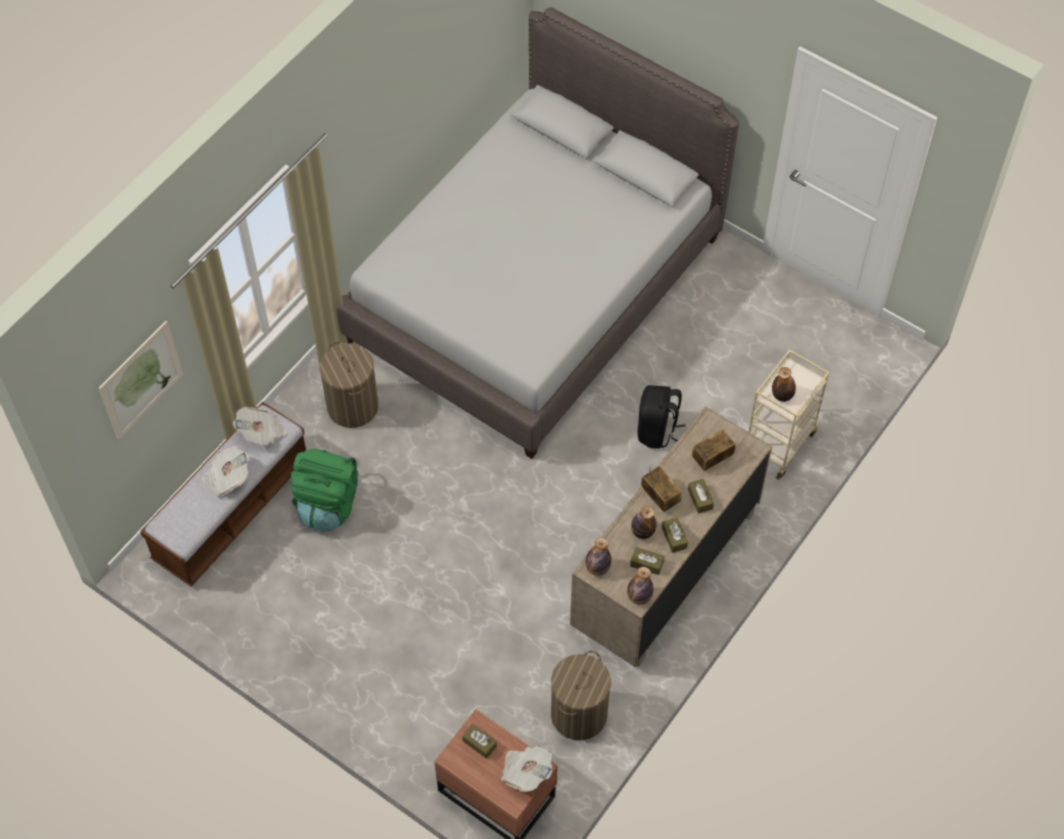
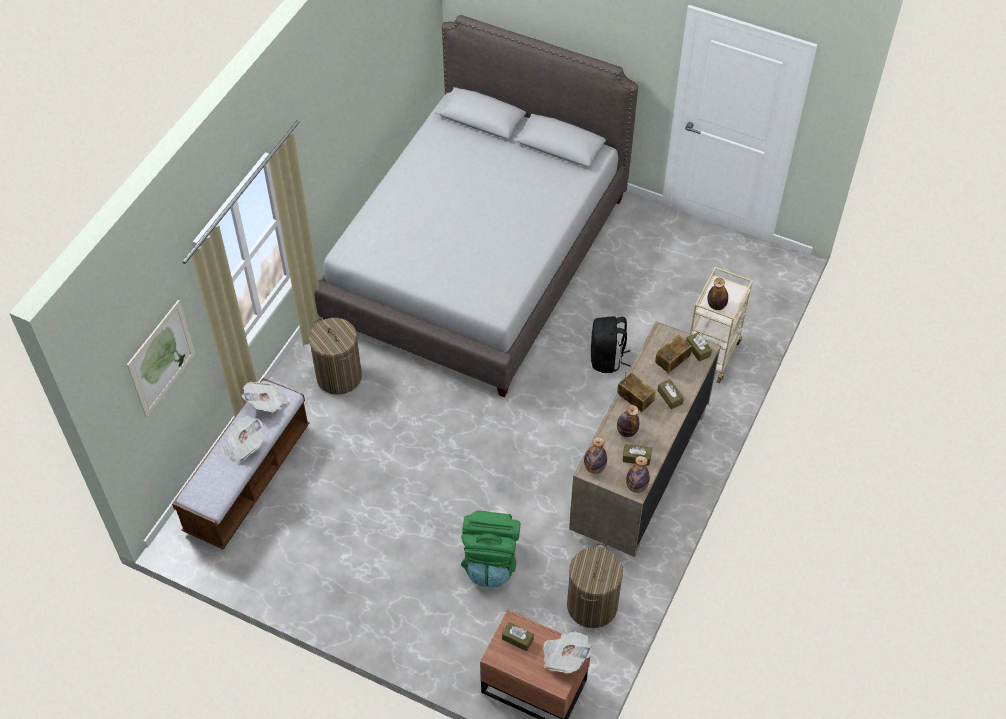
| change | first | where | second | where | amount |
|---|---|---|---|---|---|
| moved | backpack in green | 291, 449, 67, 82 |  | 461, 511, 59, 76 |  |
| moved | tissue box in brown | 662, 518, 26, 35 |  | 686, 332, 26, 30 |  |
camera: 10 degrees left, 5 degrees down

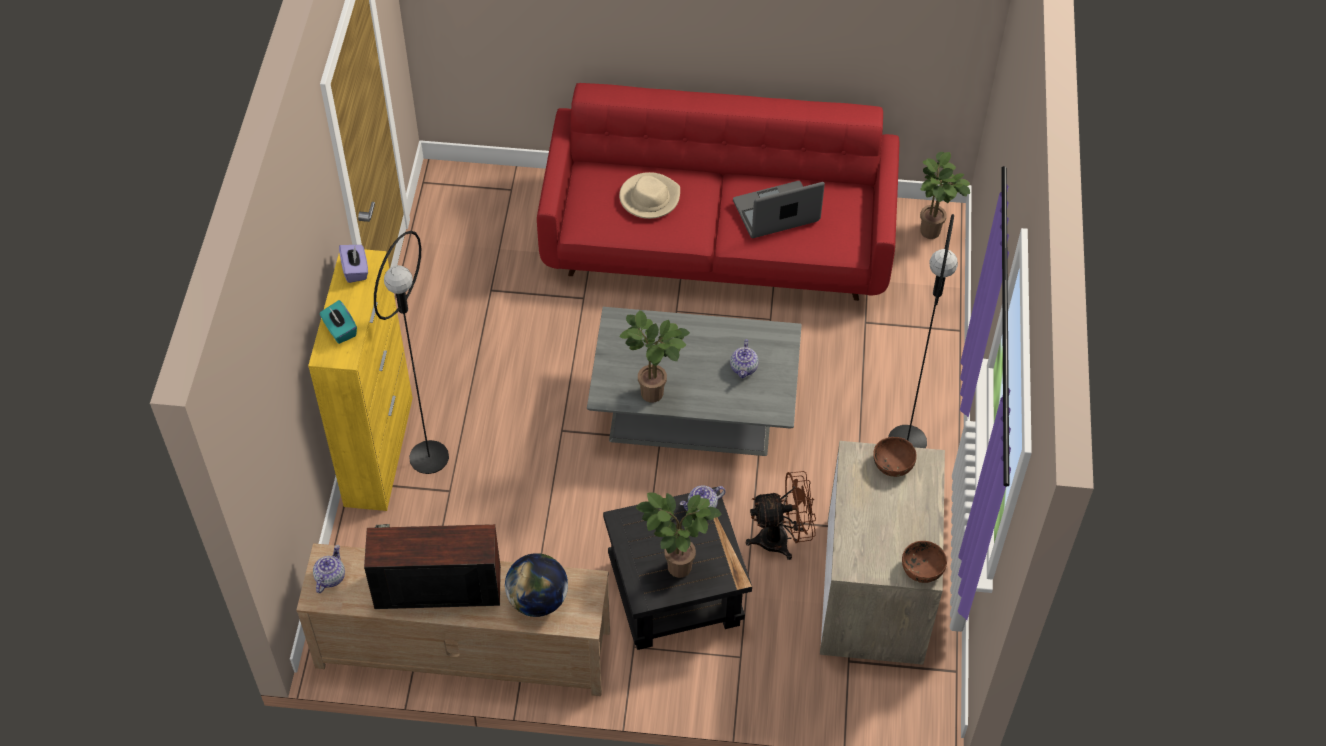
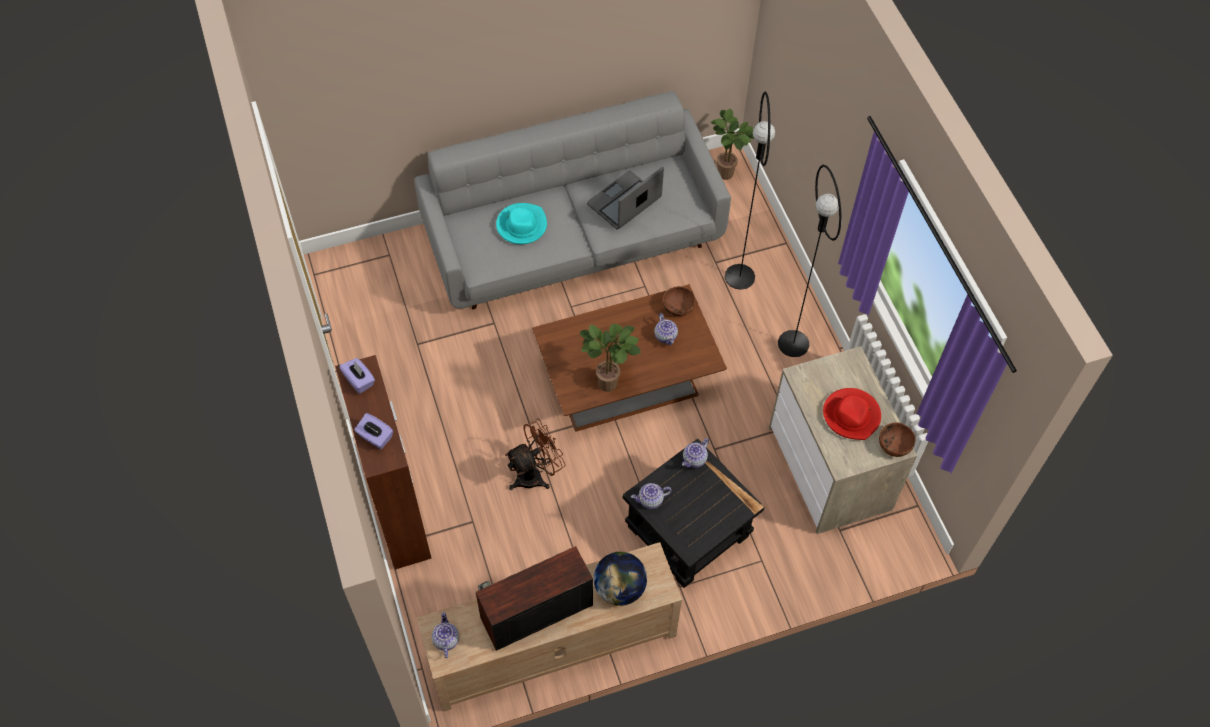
| change | first | where | second | where | amount |
|---|---|---|---|---|---|
| recoloured | cabinet in yellow | 308, 249, 105, 262 | cabinet in brown | 335, 355, 97, 215 |  |
| recoloured | tissue box in turquoise | 320, 300, 37, 44 | tissue box in purple | 354, 413, 39, 36 |  |
| recoloured | sofa in red | 537, 83, 362, 218 | sofa in grey | 414, 91, 317, 218 |  |
| recoloured | hat in beige | 619, 172, 61, 47 | hat in turquoise | 496, 203, 51, 41 |  |
| moved | fan in brown | 745, 471, 71, 89 |  | 505, 419, 61, 71 |  |
| recoloured | coffee table in grey | 587, 307, 215, 149 | coffee table in brown | 532, 284, 195, 147 |  |
| added |  |  | teapot | 631, 483, 41, 26 |  |
| moved | bowl in brown | 873, 437, 44, 40 |  | 663, 286, 32, 31 |  |
| moved | floor lamp in black | 374, 230, 75, 244 |  | 725, 92, 50, 198 |  |
| added |  |  | hat in red | 823, 388, 58, 52 |  |
| removed | potted plant | 636, 492, 86, 86 |  |  |  |
camera: 25 degrees left, 5 degrees up

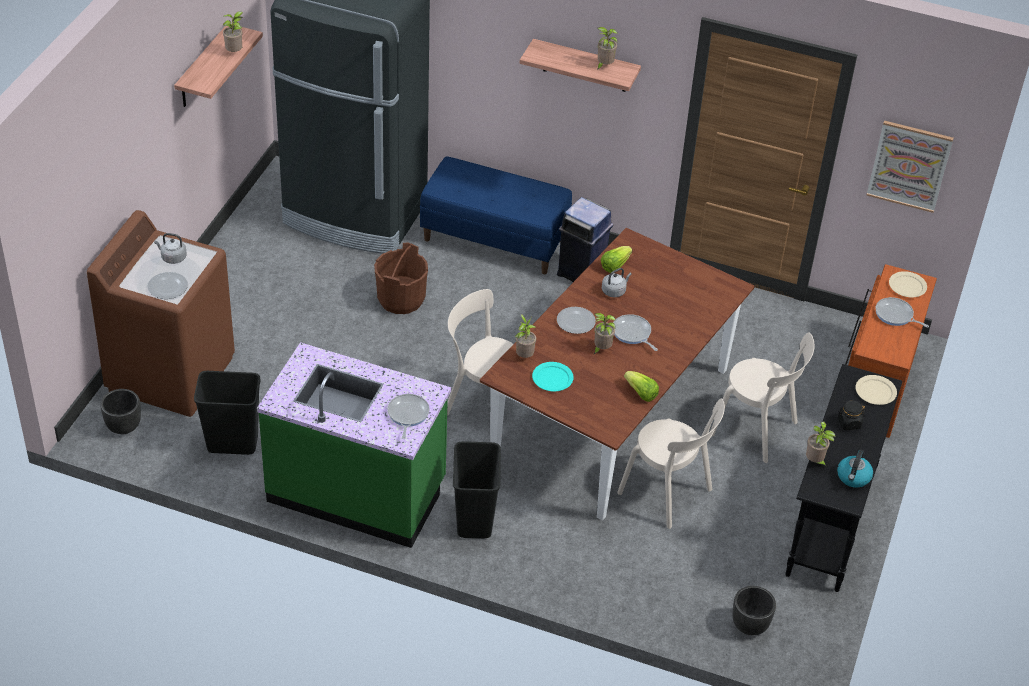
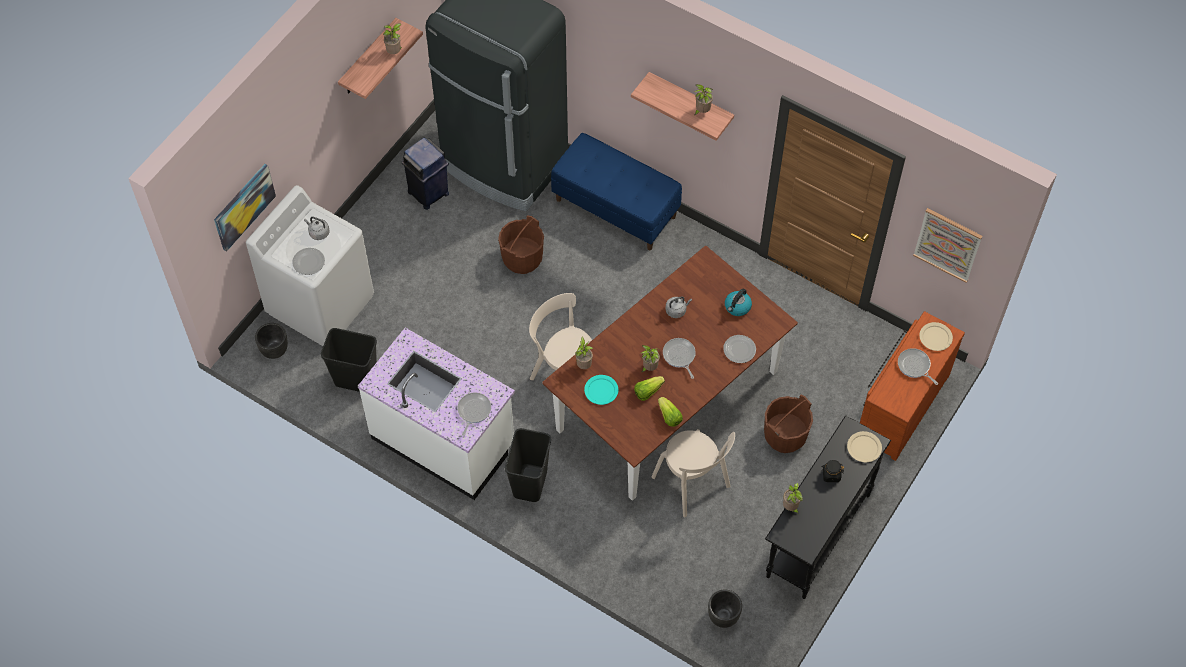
| change | first | where | second | where | amount |
|---|---|---|---|---|---|
| added |  |  | picture | 214, 164, 62, 87 |  |
| recoloured | washing machine in brown | 87, 210, 148, 207 | washing machine in white | 246, 185, 128, 161 |  |
| recoloured | counter in green | 257, 342, 194, 206 | counter in white | 358, 328, 157, 172 |  |
| moved | trash can in blue | 557, 197, 56, 85 |  | 402, 138, 47, 72 |  |
| moved | lettuce | 601, 246, 31, 27 |  | 634, 376, 31, 25 |  |
| moved | plate | 557, 307, 39, 27 |  | 723, 335, 33, 28 |  |
| moved | kettle | 837, 449, 36, 39 |  | 725, 289, 27, 27 |  |
| replaced | chair in beige | 710, 332, 105, 131 | bucket in brown | 764, 395, 49, 58 |  |
camera: 15 degrees right, 15 degrees up

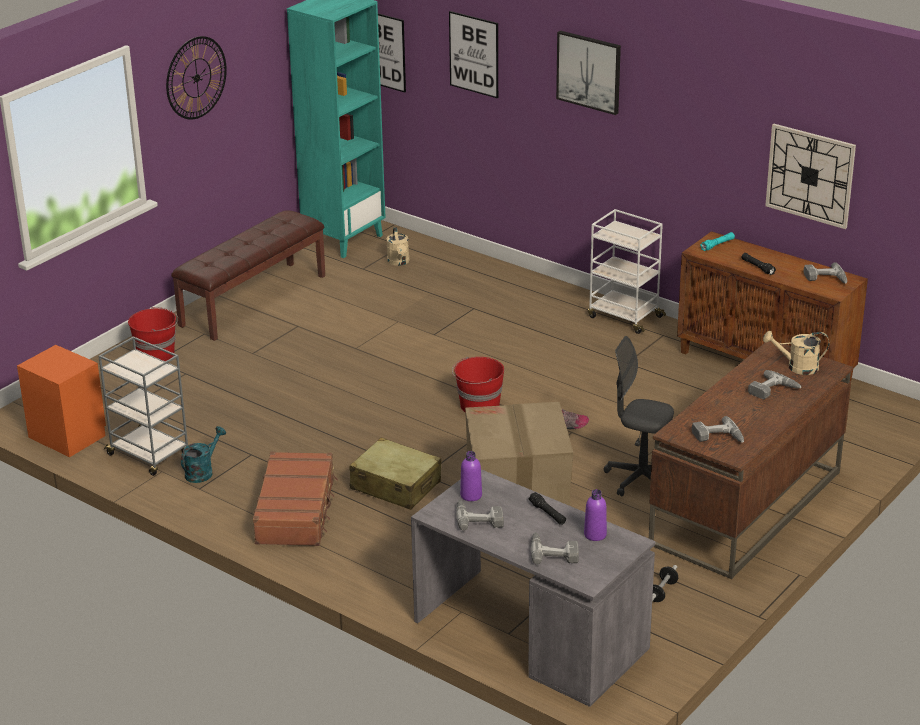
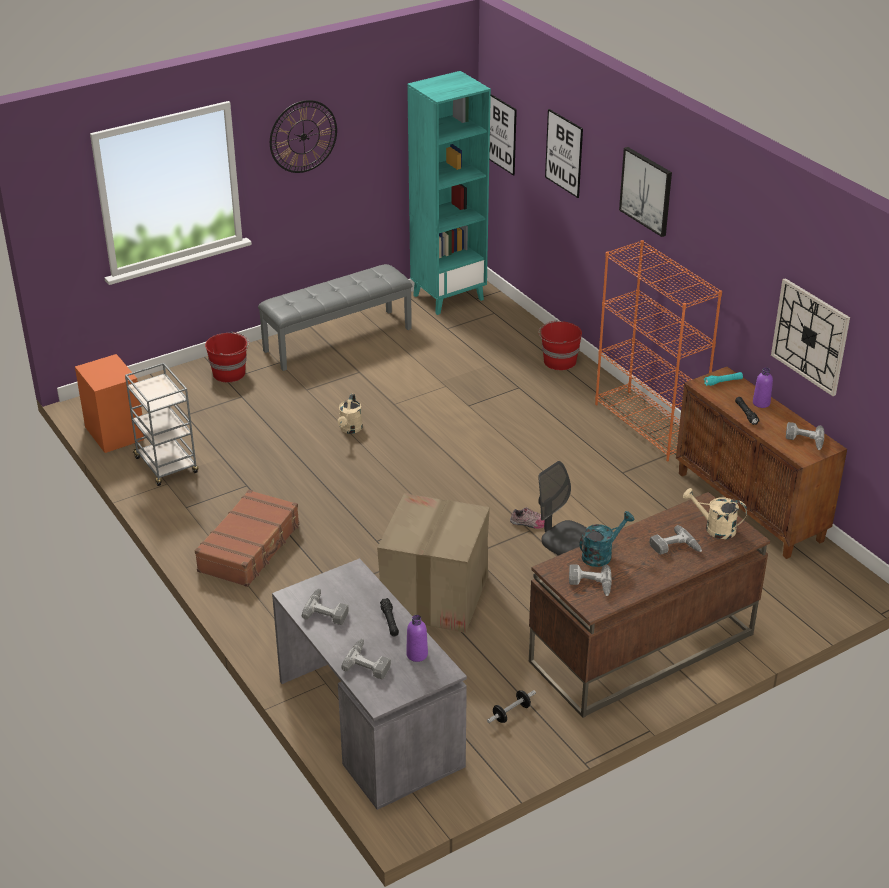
| change | first | where | second | where | amount |
|---|---|---|---|---|---|
| recoloured | bench in brown | 171, 210, 154, 131 | bench in grey | 258, 264, 154, 107 |  |
| moved | watering can in beige | 386, 227, 24, 39 |  | 338, 394, 25, 40 |  |
| moved | bucket in red | 452, 357, 52, 55 |  | 539, 320, 43, 50 |  |
| moved | watering can in turquoise | 181, 426, 45, 57 |  | 579, 511, 55, 56 |  |
| replaced | cart in white | 588, 209, 78, 125 | bookcase in orange | 595, 240, 127, 221 |  |
| moved | bottle in purple | 460, 451, 22, 50 |  | 753, 367, 20, 41 |  |
| removed | suitcase in beige | 350, 437, 91, 73 |  |  |  |
camera: 20 degrees right, 5 degrees up

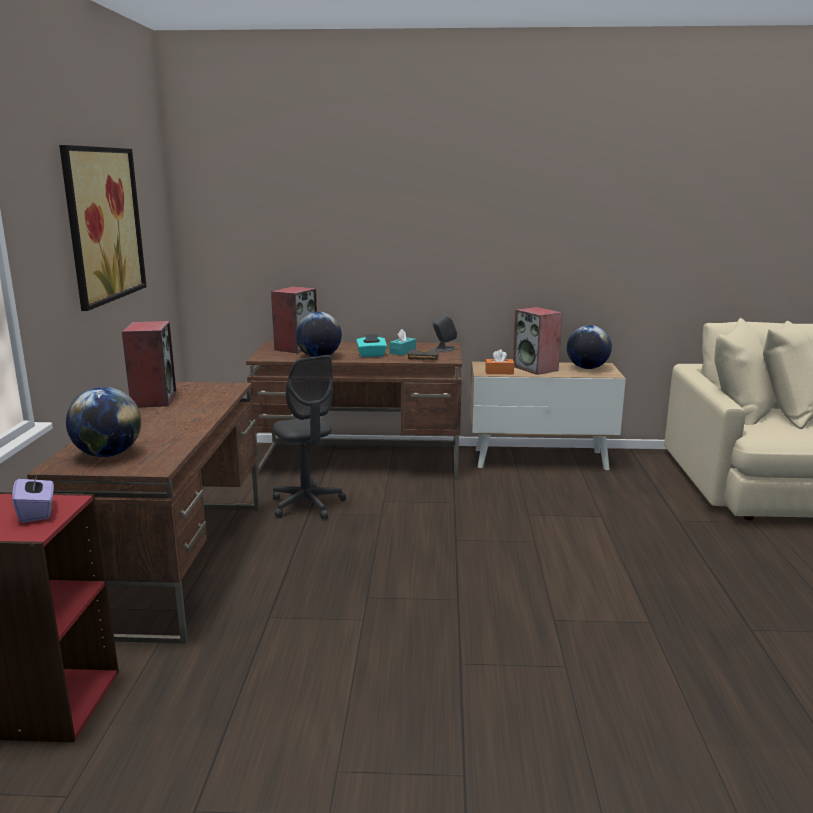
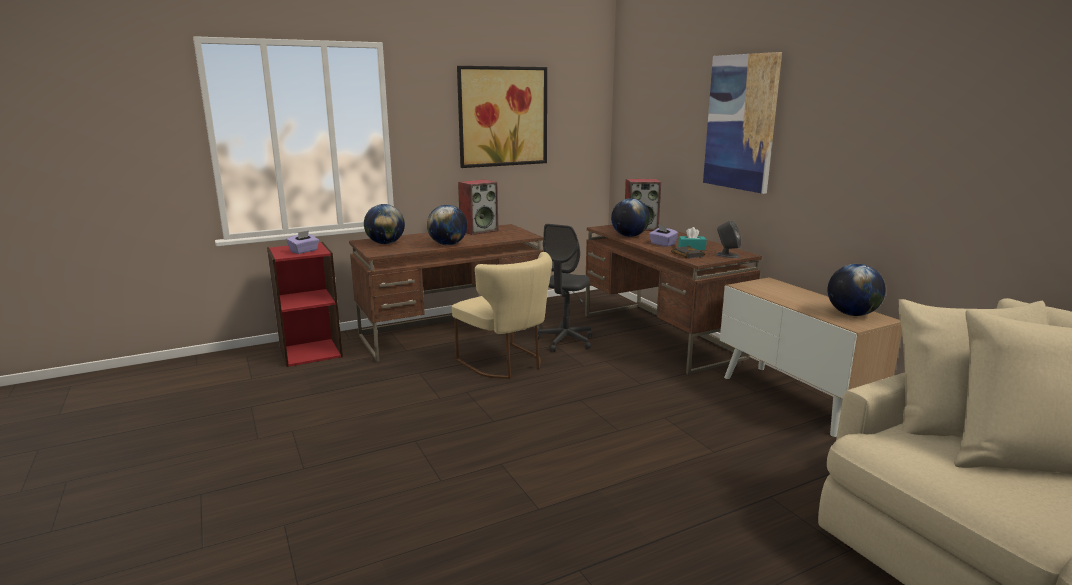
| change | first | where | second | where | amount |
|---|---|---|---|---|---|
| added |  |  | globe | 427, 205, 40, 40 |  |
| added |  |  | chair in beige | 451, 252, 101, 127 |  |
| recoloured | tissue box in turquoise | 356, 334, 31, 23 | tissue box in purple | 649, 224, 29, 23 |  |
| added |  |  | picture | 703, 52, 79, 142 |  |
| removed | tissue box in orange | 485, 349, 29, 25 |  |  |  |
| removed | speaker | 513, 307, 49, 68 |  |  |  |
camera: 60 degrees right, 0 degrees up

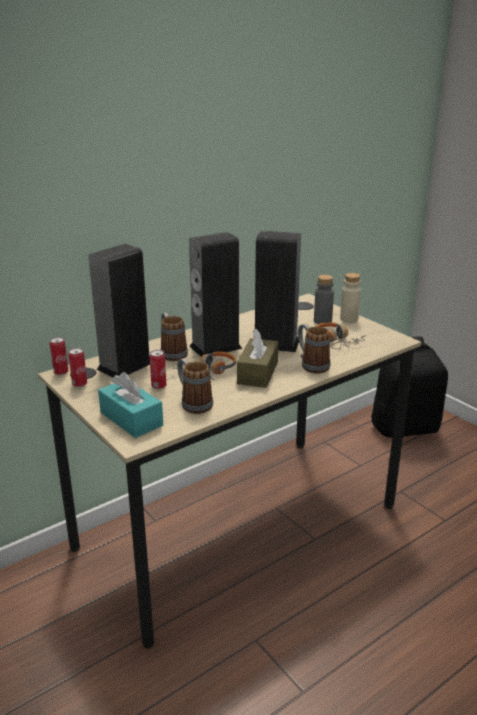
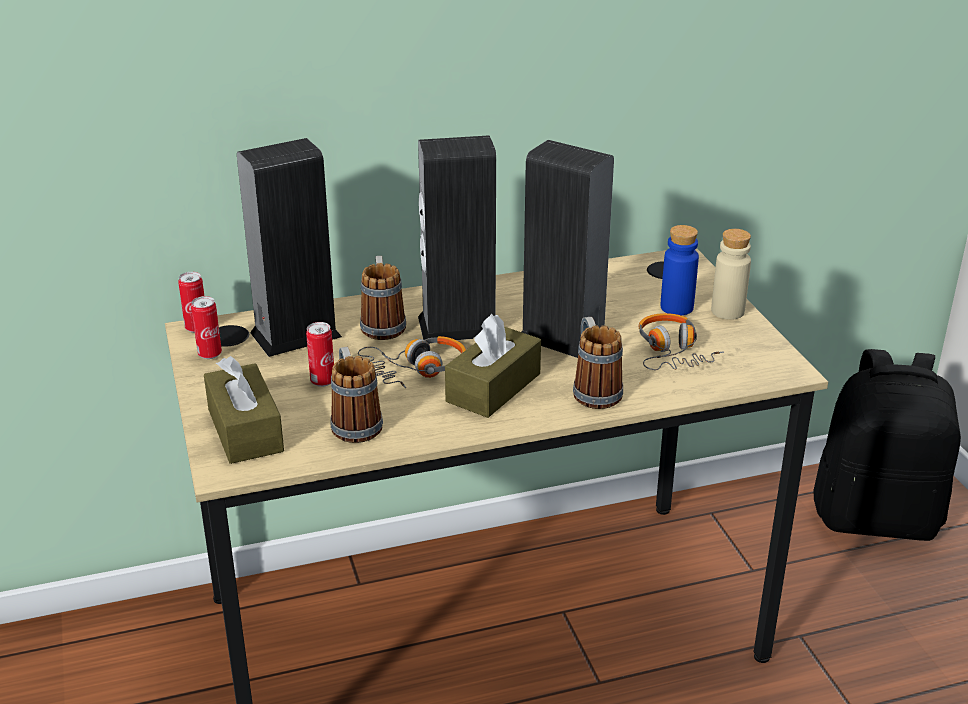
| change | first | where | second | where | amount |
|---|---|---|---|---|---|
| recoloured | tissue box in turquoise | 98, 372, 65, 66 | tissue box in brown | 204, 356, 80, 108 |  |
| recoloured | bottle in grey | 314, 275, 20, 49 | bottle in blue | 661, 225, 38, 90 |  |
camera: 20 degrees right, 5 degrees up

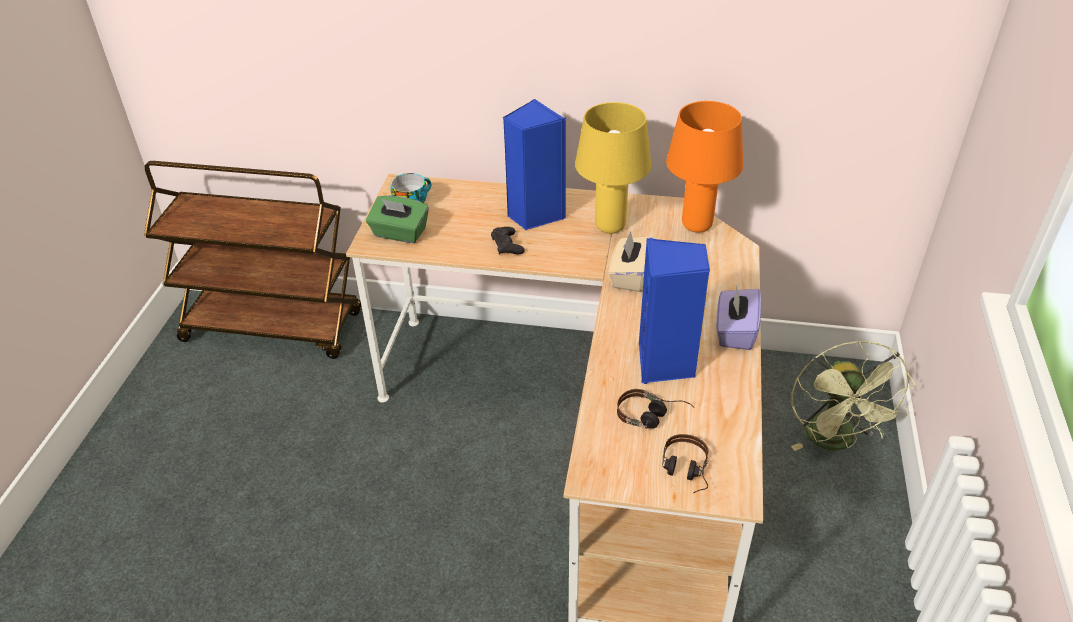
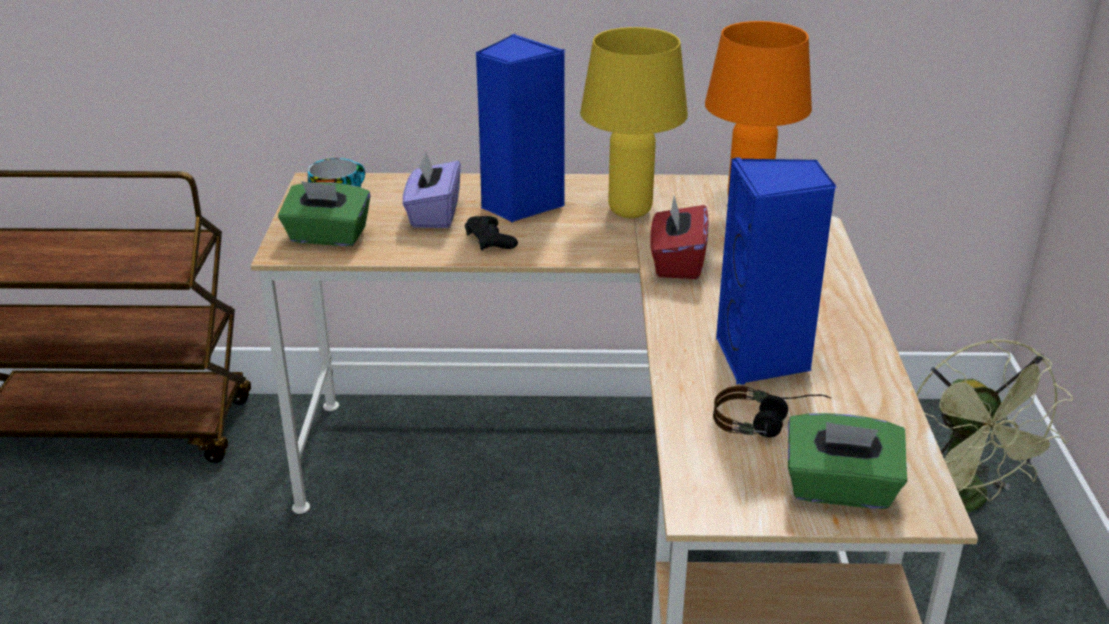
| change | first | where | second | where | amount |
|---|---|---|---|---|---|
| moved | tissue box in purple | 716, 285, 45, 65 |  | 403, 152, 58, 76 |  |
| recoloured | tissue box in beige | 608, 231, 47, 61 | tissue box in red | 650, 196, 58, 83 |  |
| replaced | headphones | 662, 434, 47, 59 | tissue box in green | 788, 413, 119, 96 |  |
camera: 10 degrees left, 10 degrees down

